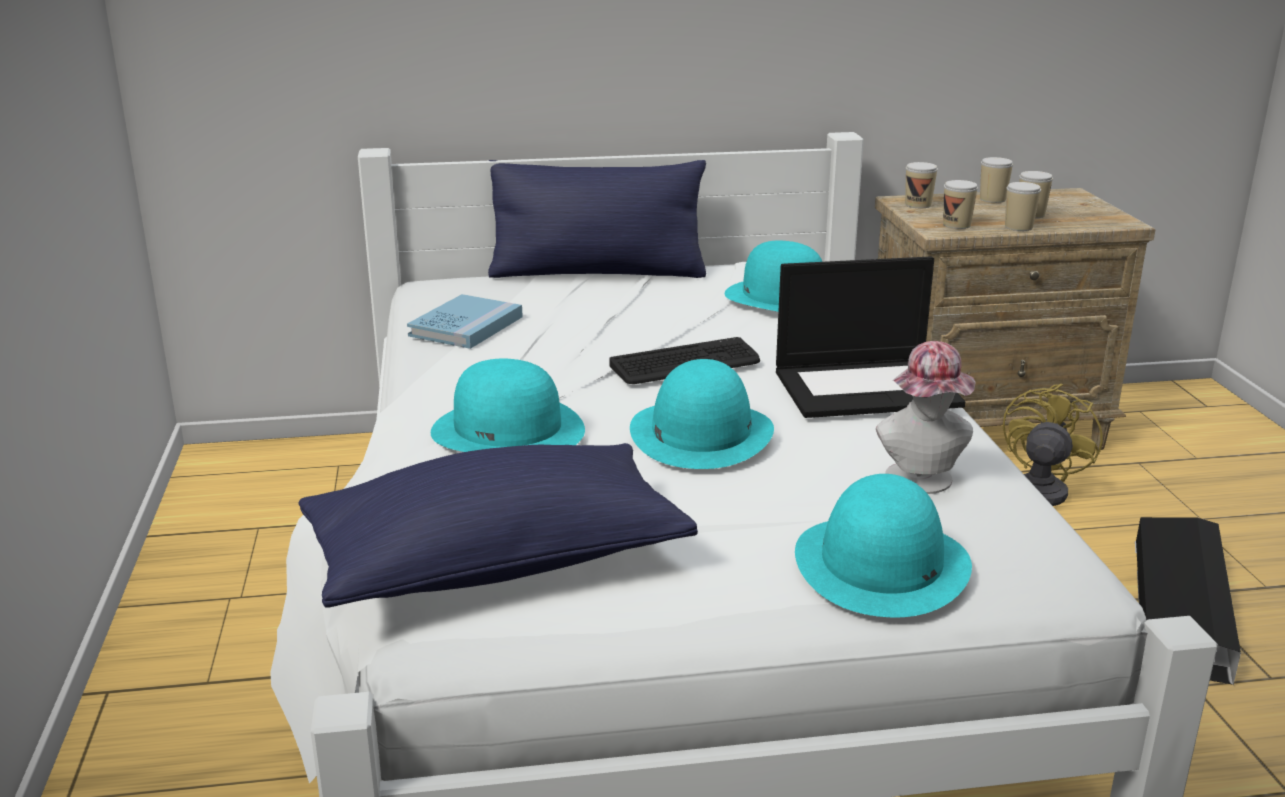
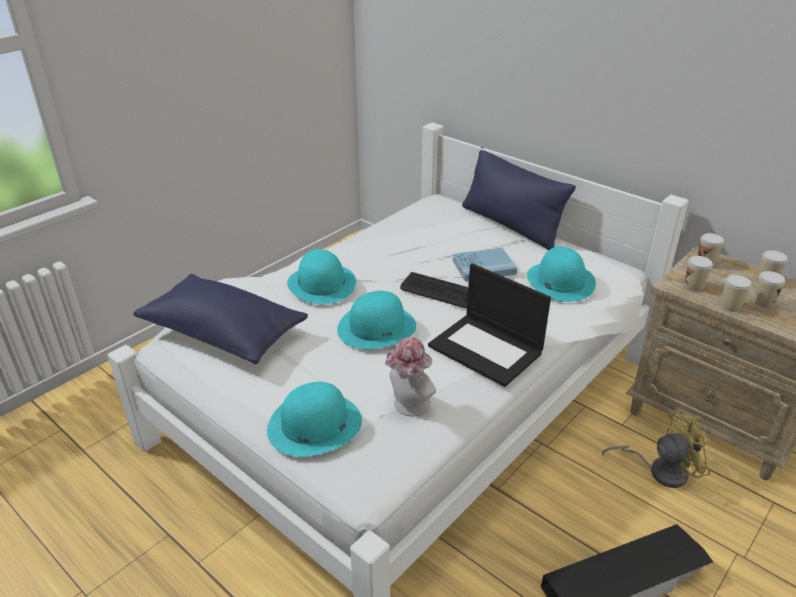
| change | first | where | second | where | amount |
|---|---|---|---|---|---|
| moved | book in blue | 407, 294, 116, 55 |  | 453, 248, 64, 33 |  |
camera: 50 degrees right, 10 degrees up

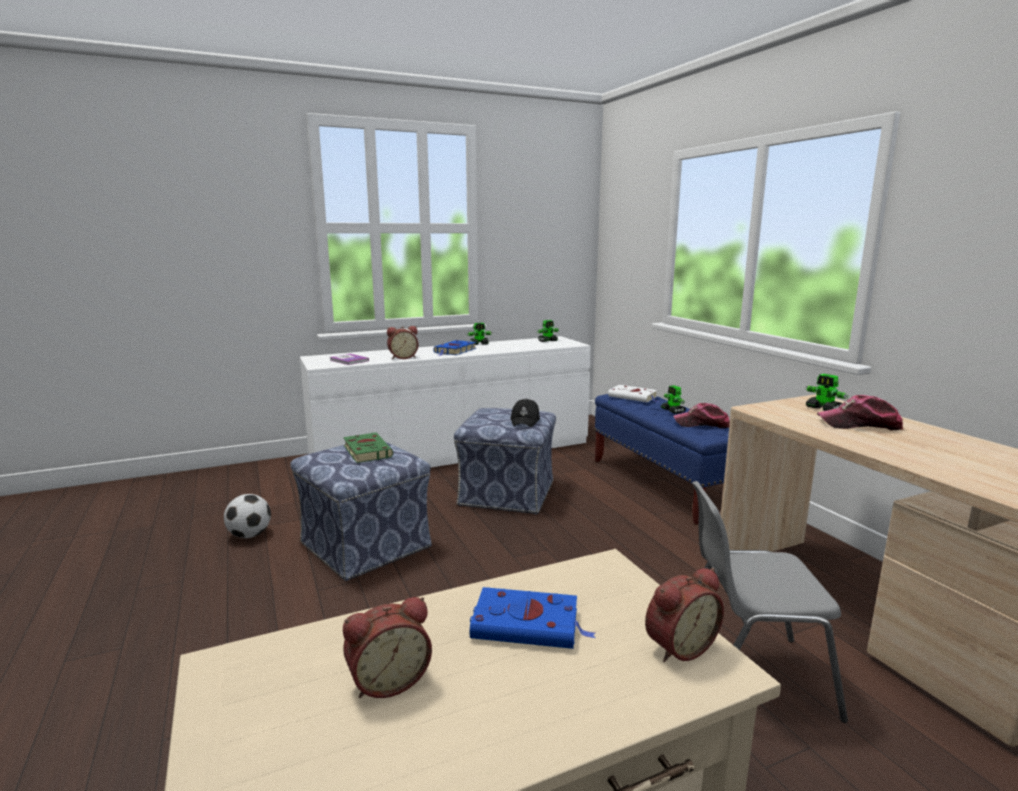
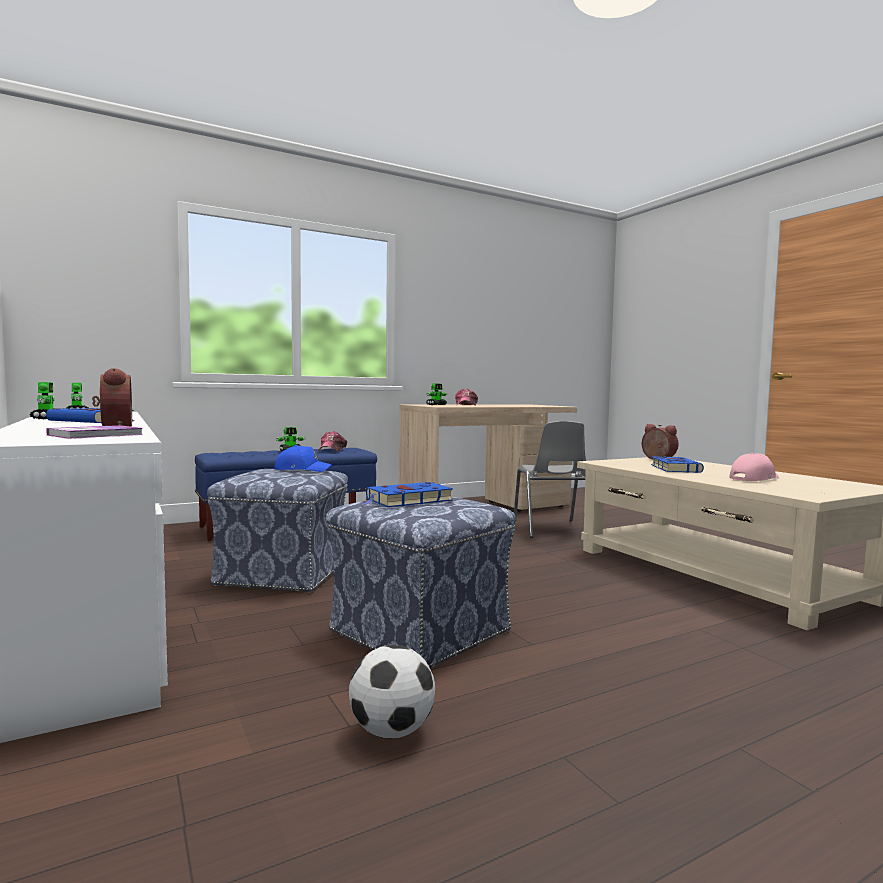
| change | first | where | second | where | amount |
|---|---|---|---|---|---|
| recoloured | cap in black | 510, 399, 30, 28 | cap in blue | 274, 445, 58, 27 |  |
| recoloured | book in green | 343, 433, 50, 30 | book in blue | 360, 482, 93, 25 |  |
| replaced | alarm clock | 343, 597, 89, 101 | cap in pink | 729, 453, 50, 28 |  |
| removed | book in white | 608, 385, 52, 17 |  |  |  |
camera: 95 degrees left, 10 degrees down

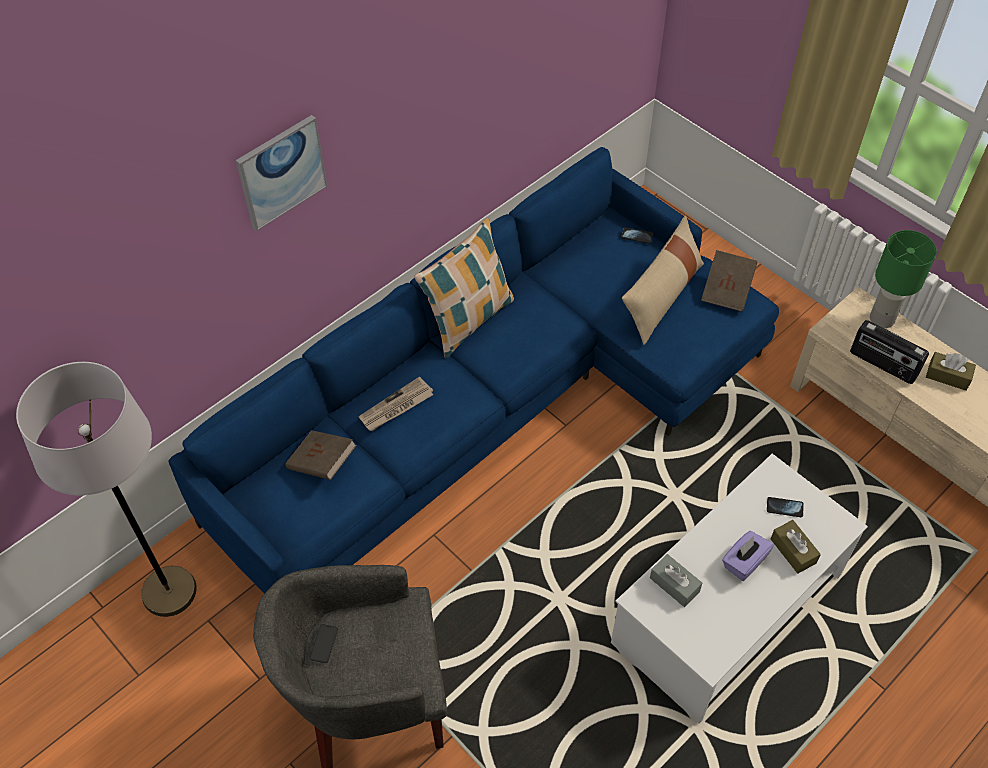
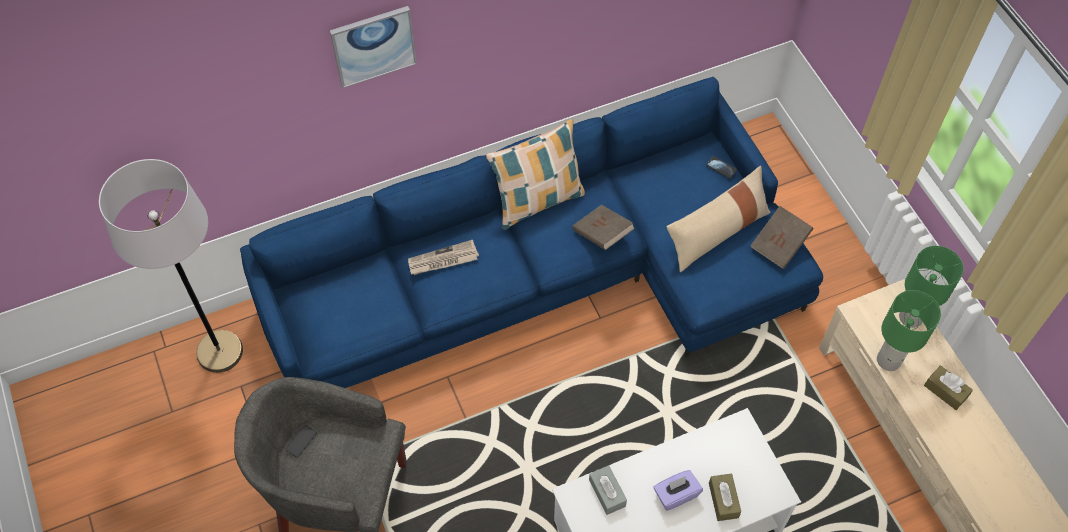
| change | first | where | second | where | amount |
|---|---|---|---|---|---|
| moved | book in brown | 285, 430, 72, 50 |  | 573, 205, 62, 45 |  |
| replaced | radio | 850, 320, 79, 64 | table lamp in green | 877, 290, 64, 81 |  |
| removed | phone | 767, 497, 37, 20 |  |  |  |
camera: 20 degrees right, 5 degrees up

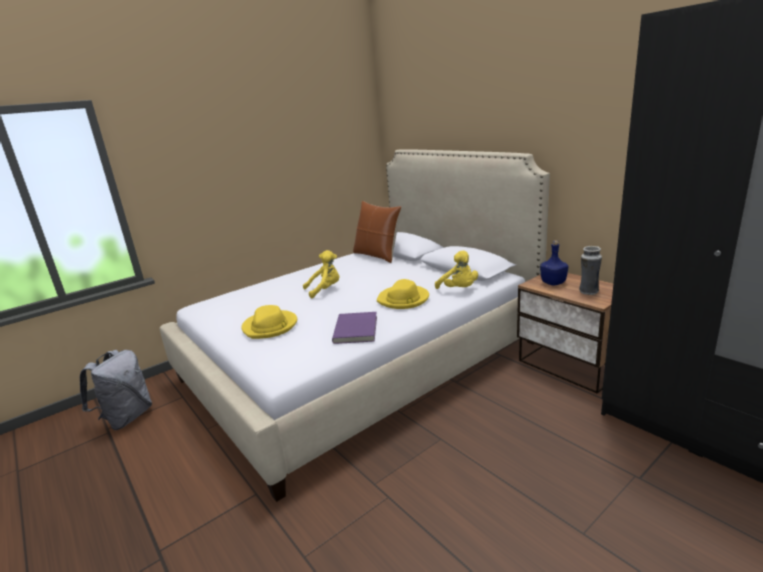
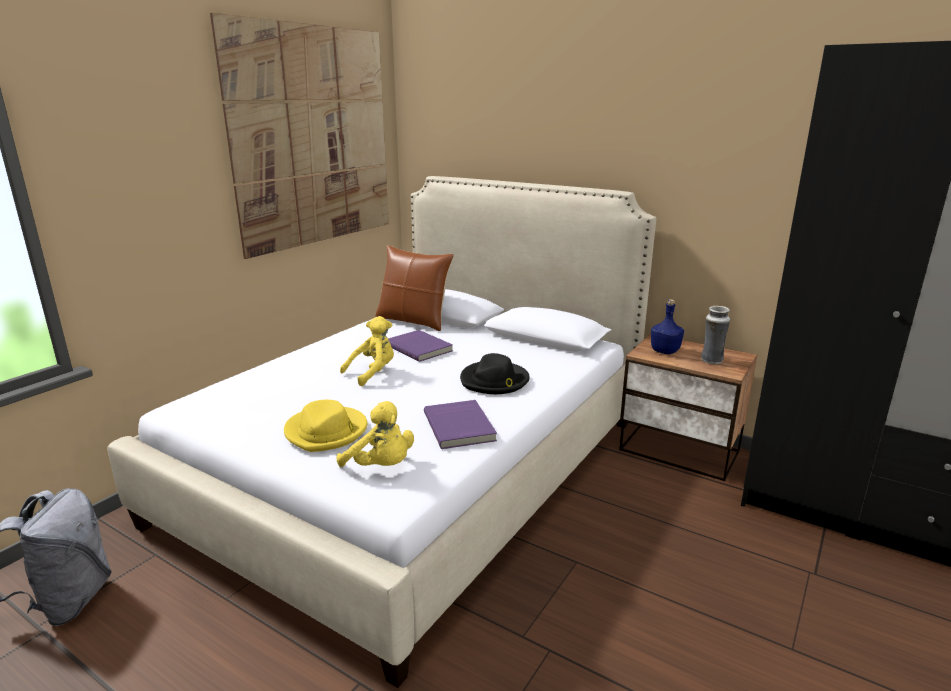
| change | first | where | second | where | amount |
|---|---|---|---|---|---|
| added |  |  | picture | 210, 13, 179, 246 |  |
| moved | plush toy in yellow | 435, 251, 43, 38 |  | 337, 401, 77, 66 |  |
| added |  |  | book in purple | 388, 330, 65, 32 |  |
| recoloured | hat in yellow | 377, 279, 52, 30 | hat in black | 460, 353, 70, 41 |  |
camera: 20 degrees left, 0 degrees up

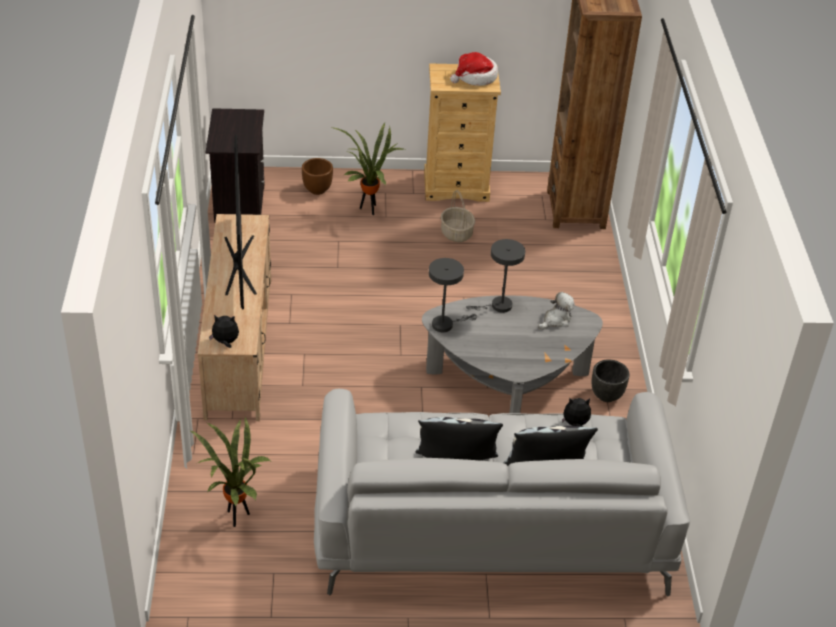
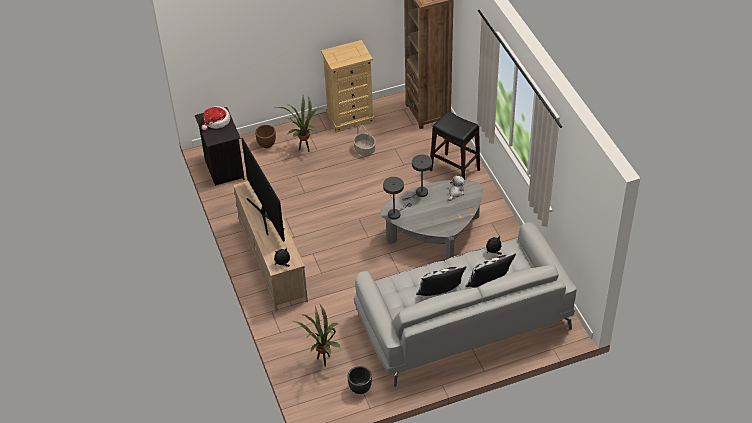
| change | first | where | second | where | amount |
|---|---|---|---|---|---|
| moved | hat | 450, 52, 48, 34 |  | 202, 106, 28, 24 |  |
| moved | planter in black | 592, 359, 38, 43 |  | 348, 366, 24, 28 |  |
| added |  |  | stool in black | 429, 111, 51, 69 |  |
camera: 15 degrees left, 5 degrees up

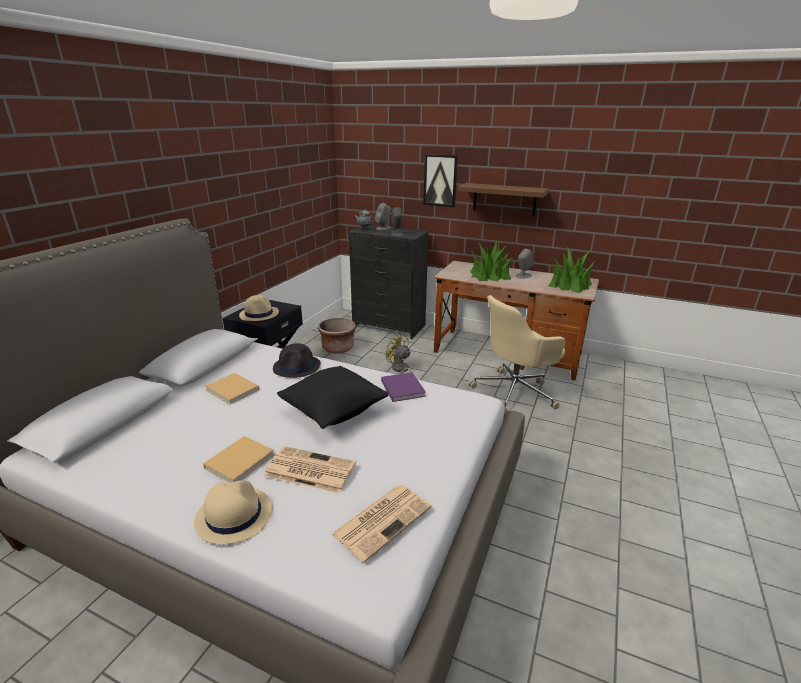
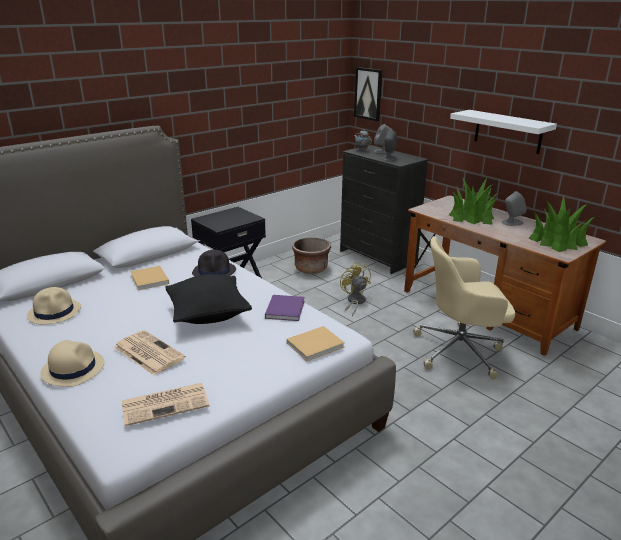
| change | first | where | second | where | amount |
|---|---|---|---|---|---|
| moved | hat in beige | 239, 295, 40, 26 |  | 27, 287, 54, 37 |  |
| moved | book in beige | 203, 436, 72, 47 |  | 287, 326, 58, 35 |  |
| moved | picture | 423, 154, 35, 53 |  | 354, 67, 28, 54 |  |
| recoloured | shelf in brown | 458, 183, 91, 33 | shelf in white | 450, 110, 107, 44 |  |
camera: 25 degrees right, 0 degrees up

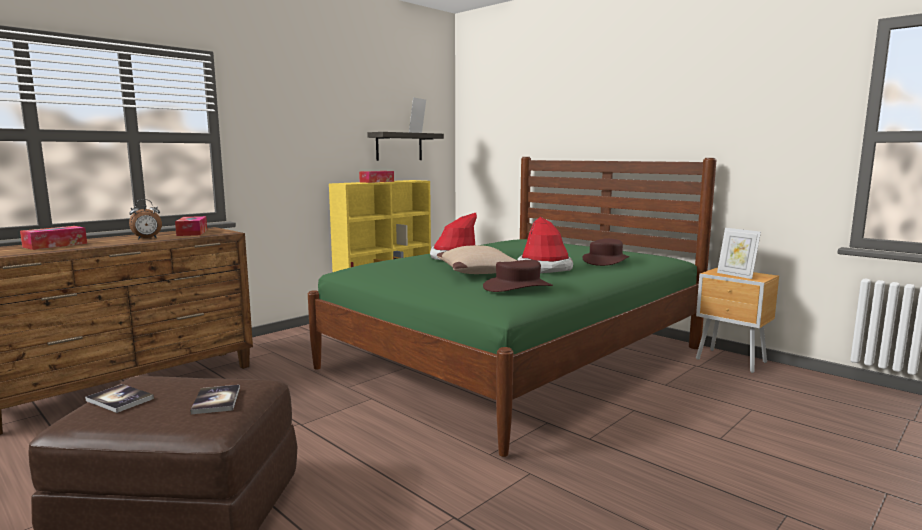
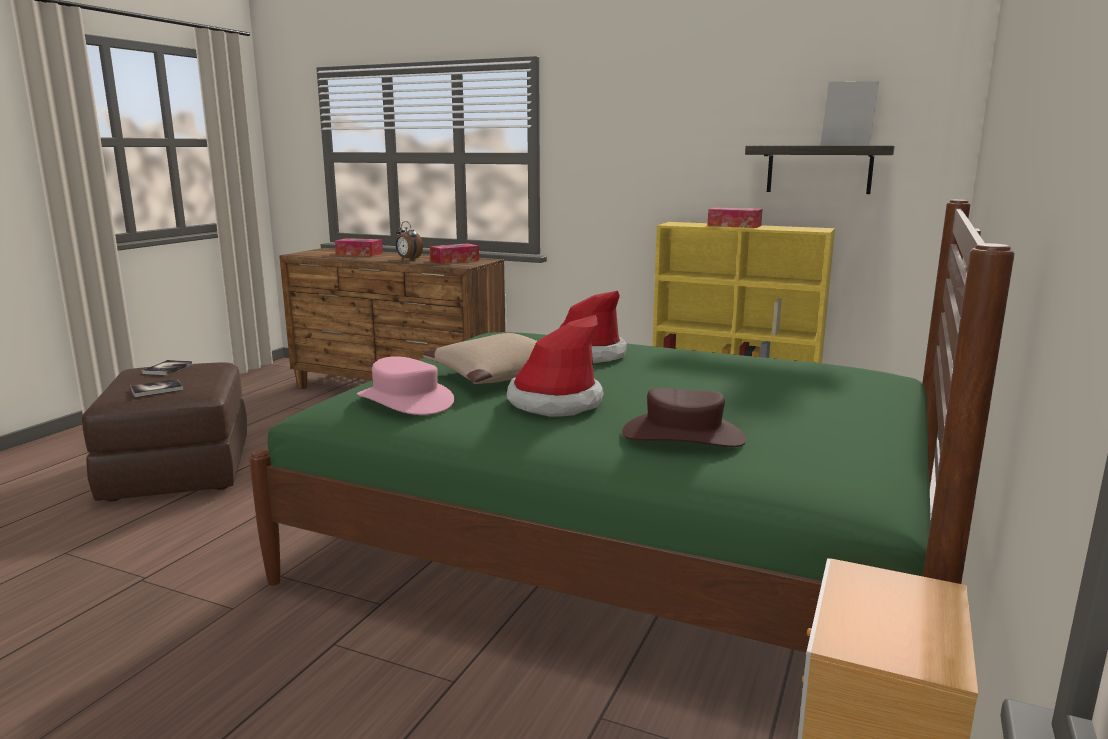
| change | first | where | second | where | amount |
|---|---|---|---|---|---|
| recoloured | hat in brown | 483, 260, 70, 32 | hat in pink | 357, 356, 97, 59 |  |
| removed | picture frame | 717, 228, 44, 51 |  |  |  |
camera: 70 degrees right, 5 degrees up

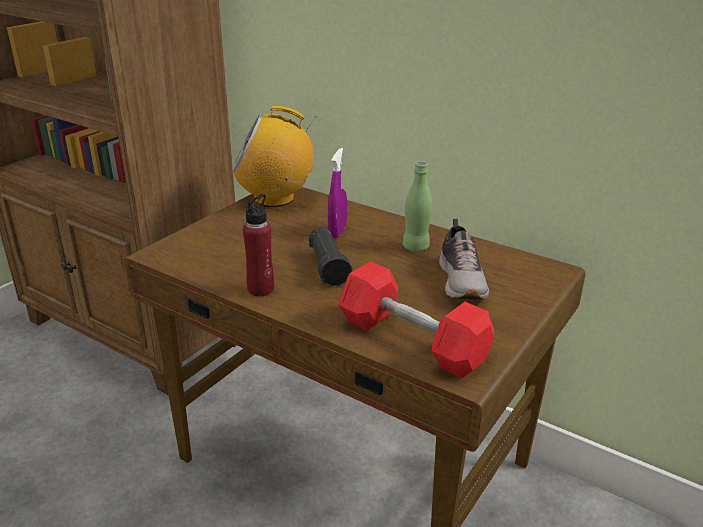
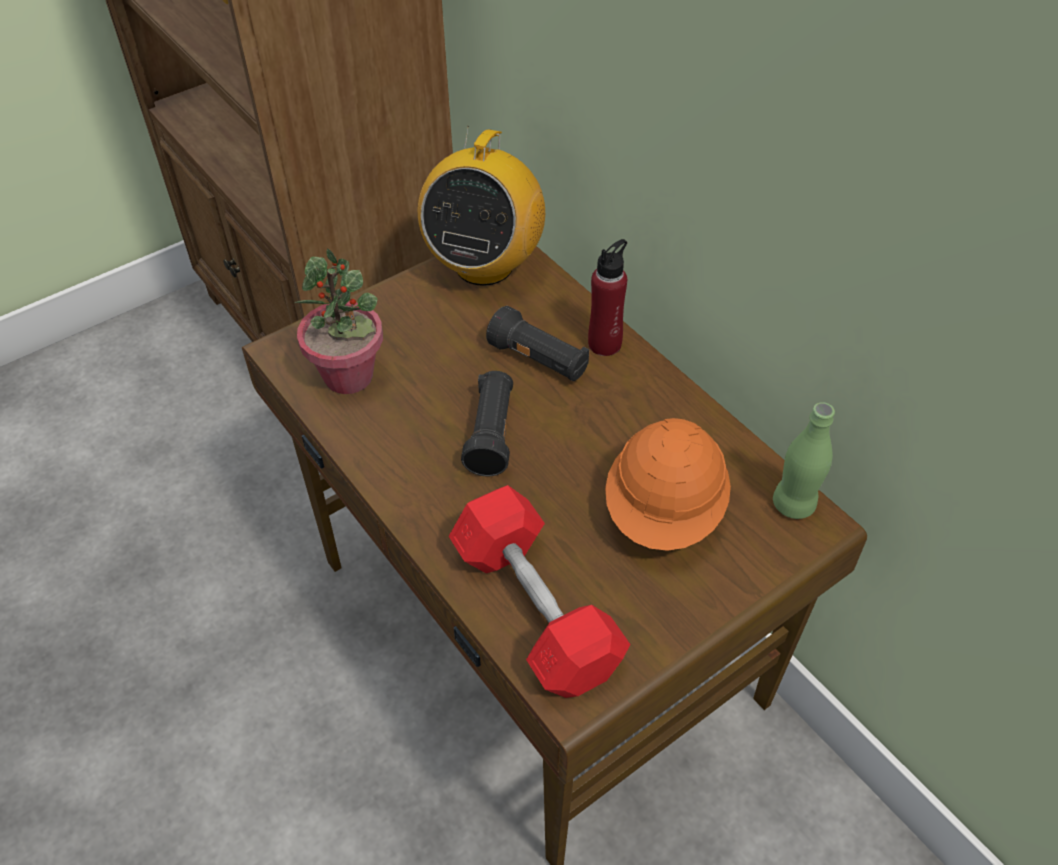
| change | first | where | second | where | amount |
|---|---|---|---|---|---|
| added |  |  | potted plant | 294, 248, 89, 146 |  |
| turned | radio | 232, 106, 84, 101 |  | 418, 126, 127, 160 | 90 degrees counterclockwise |
| replaced | spray bottle in purple | 328, 148, 19, 90 | flashlight in black | 486, 306, 103, 75 |  |
| moved | bottle in red | 243, 194, 31, 102 |  | 588, 239, 39, 117 |  |
| replaced | shoe | 439, 219, 50, 81 | hard hat in orange | 605, 418, 126, 133 |  |
| moved | bottle in green | 403, 161, 30, 91 |  | 773, 402, 62, 117 |  |
camera: 20 degrees right, 20 degrees up

